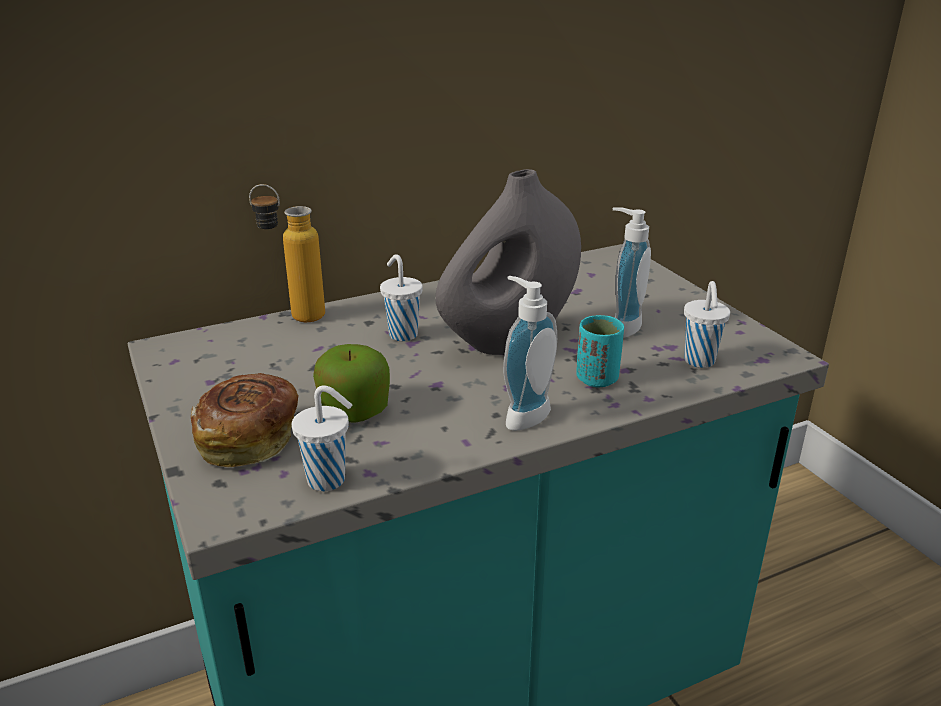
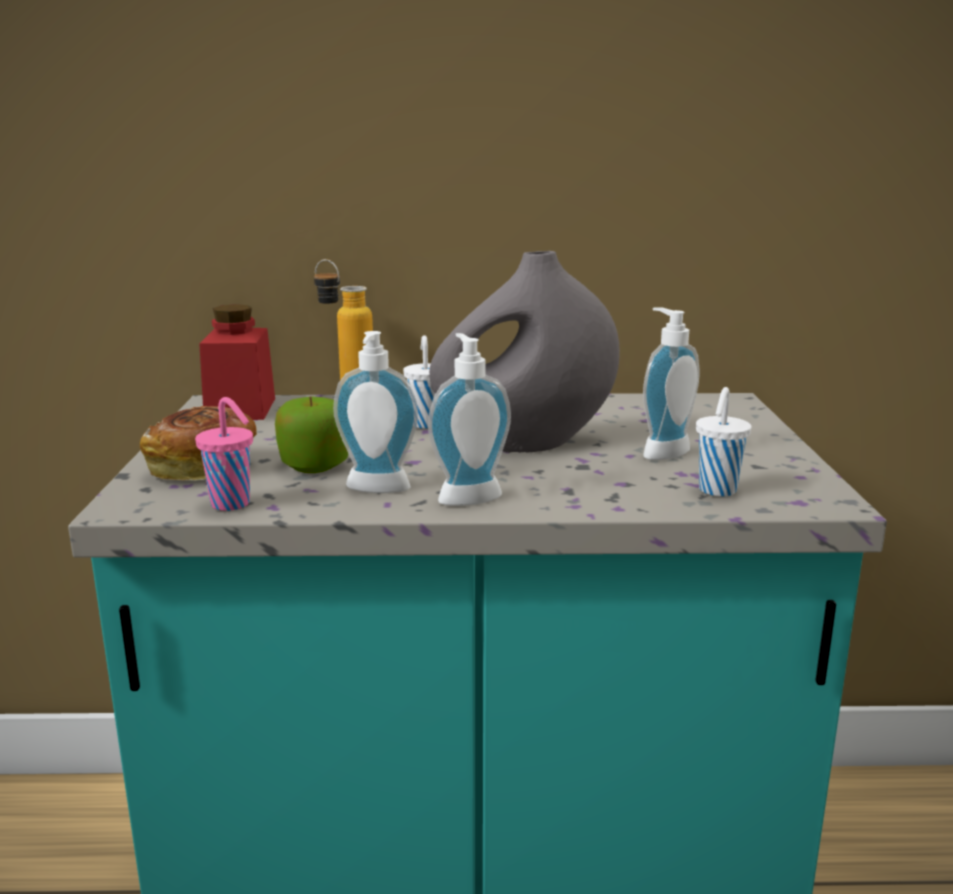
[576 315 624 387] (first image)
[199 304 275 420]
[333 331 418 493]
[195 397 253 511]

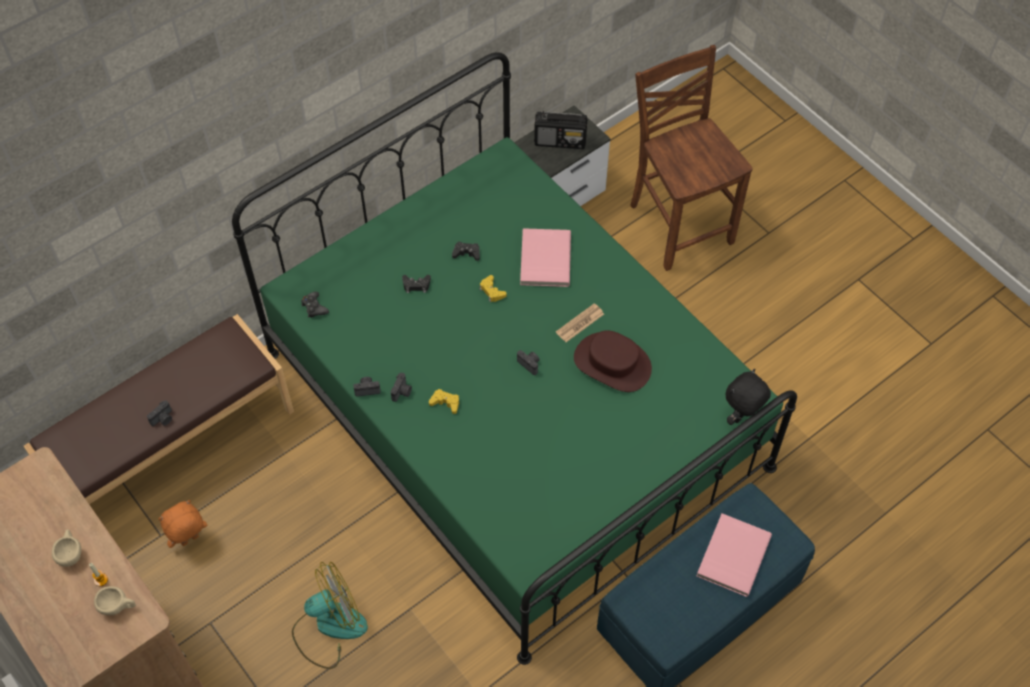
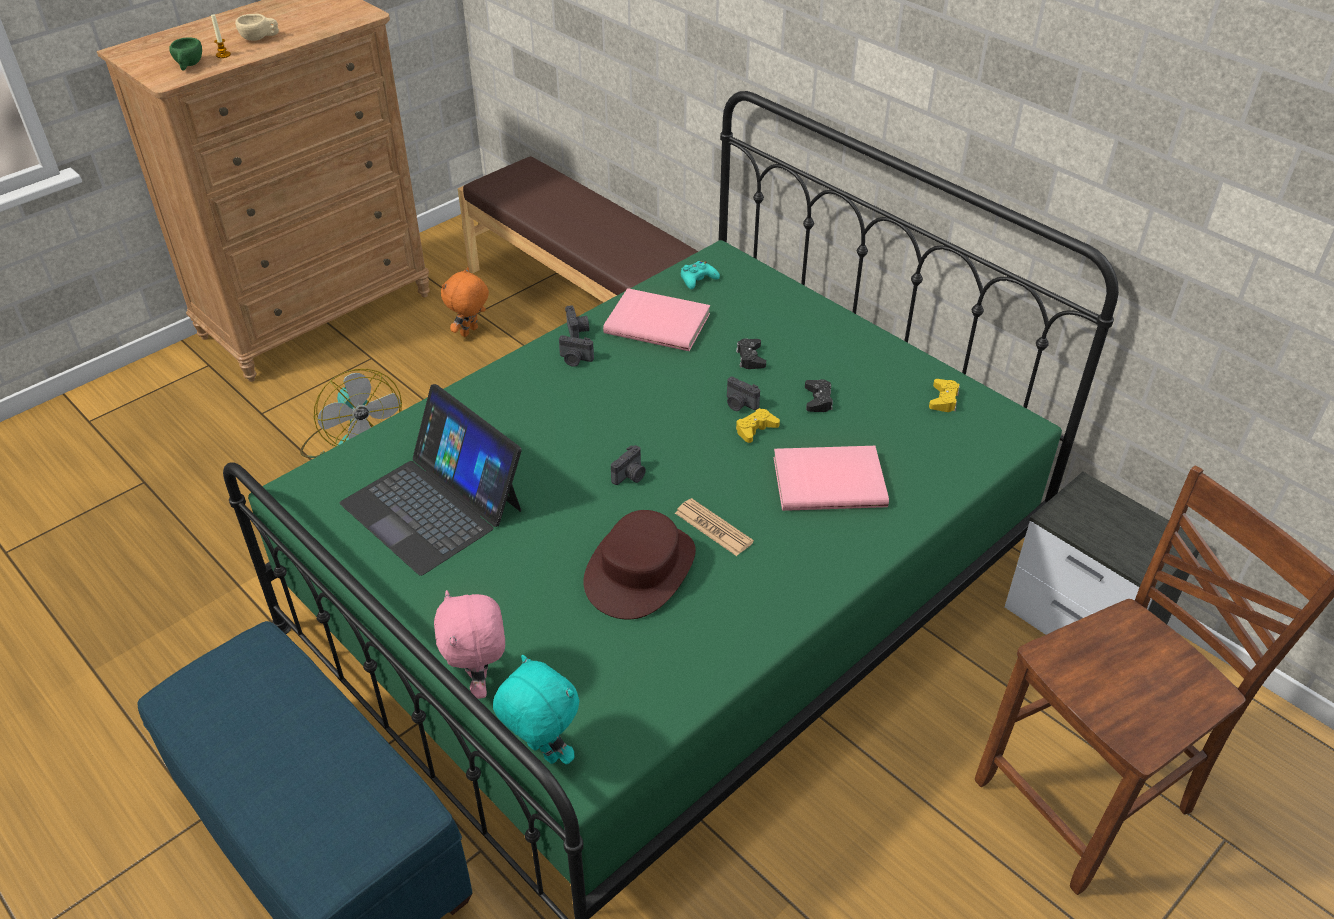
[534 111 587 149] (first image)
[340 384 522 576]
[434 590 505 699]
[727 377 760 411]
[929 379 960 412]
[603 288 710 351]
[169 37 202 71]
[681 261 720 289]
[493 655 579 764]
[441 267 489 337]

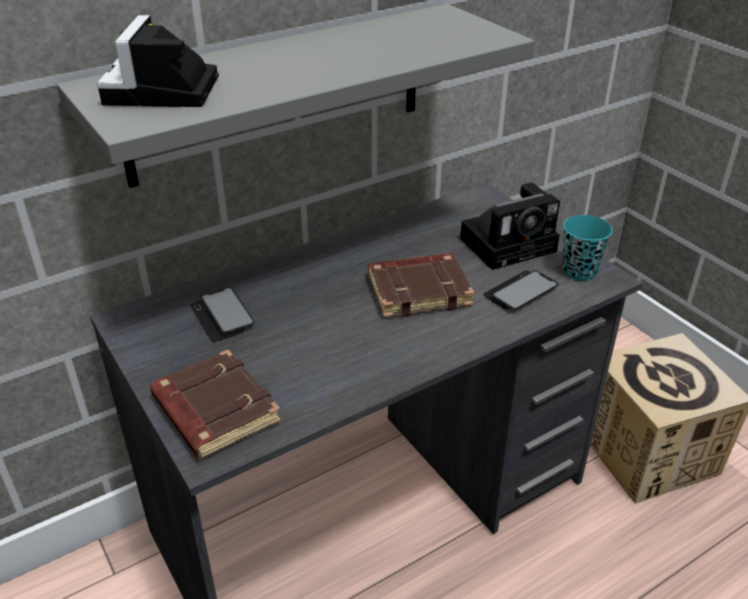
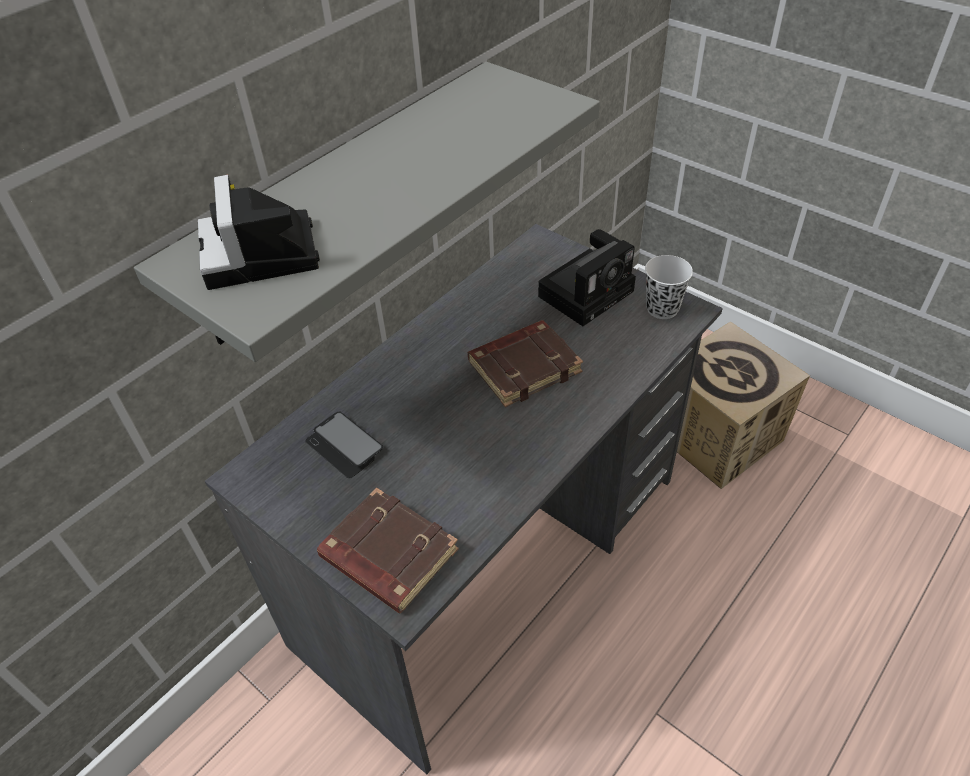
[483 270 559 309] (first image)
[645 255 693 319]

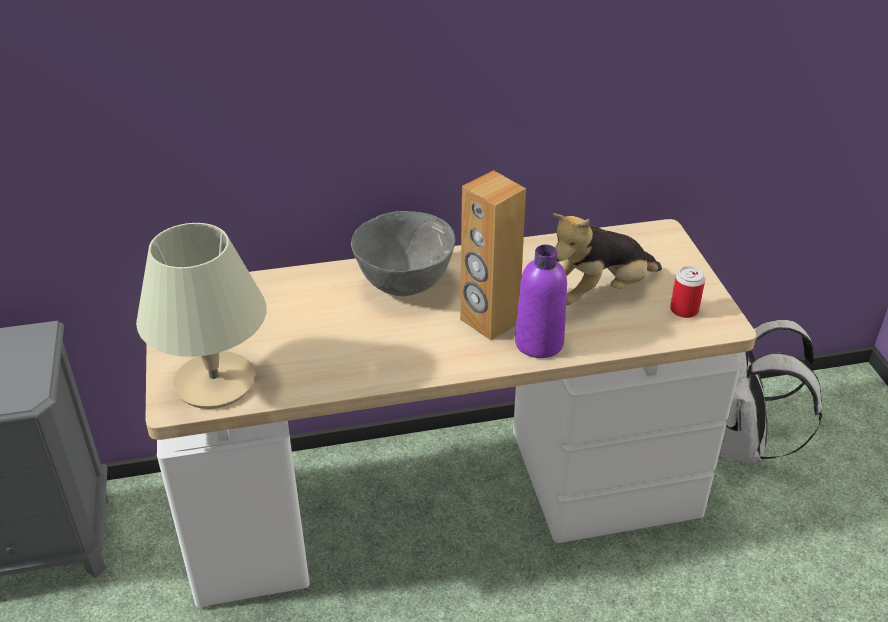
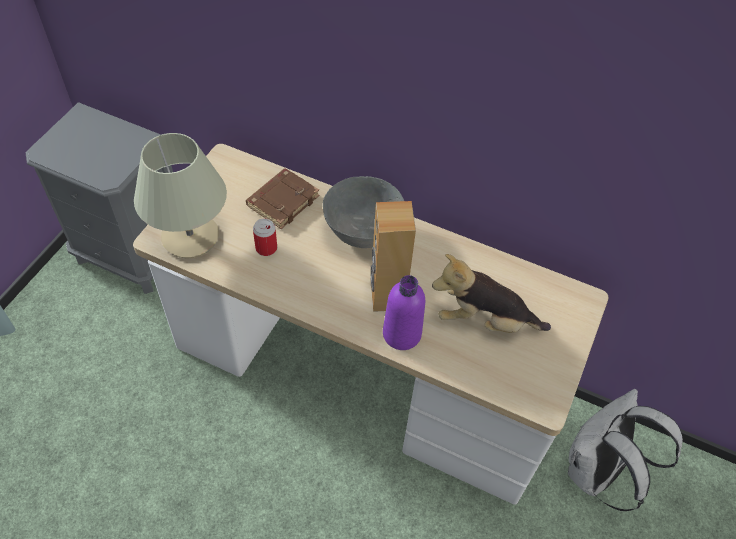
[246 168 319 229]
[253 218 277 256]

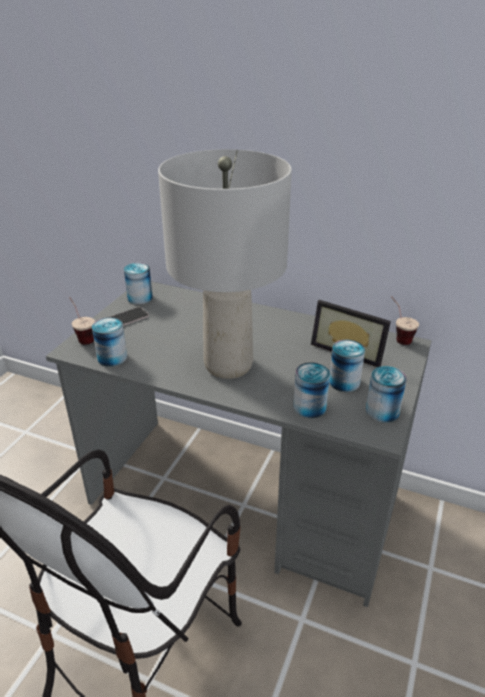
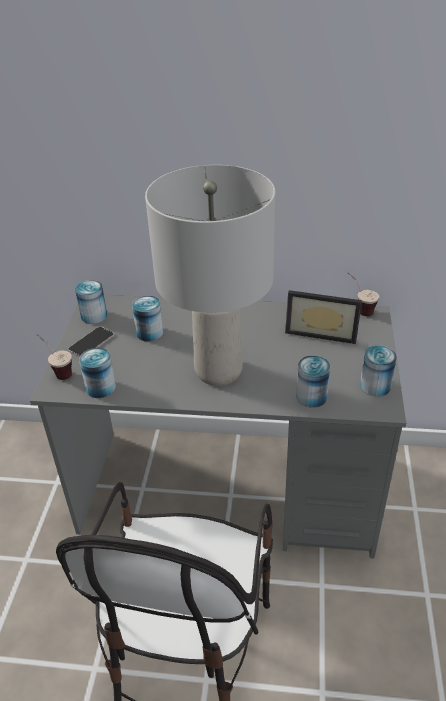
[132 296 163 342]

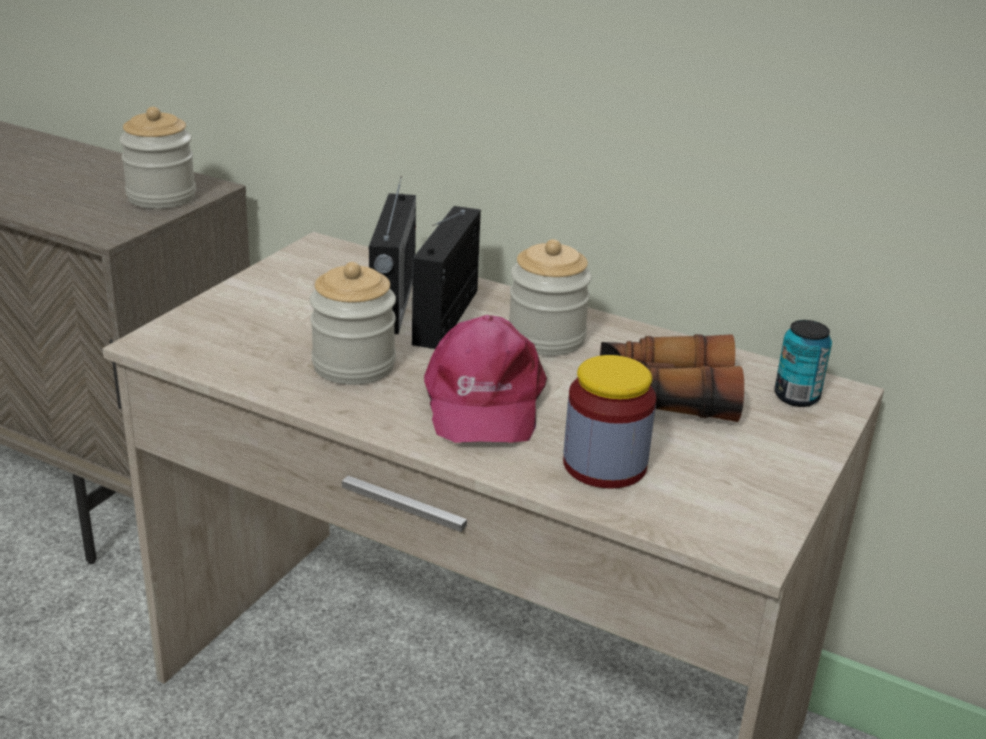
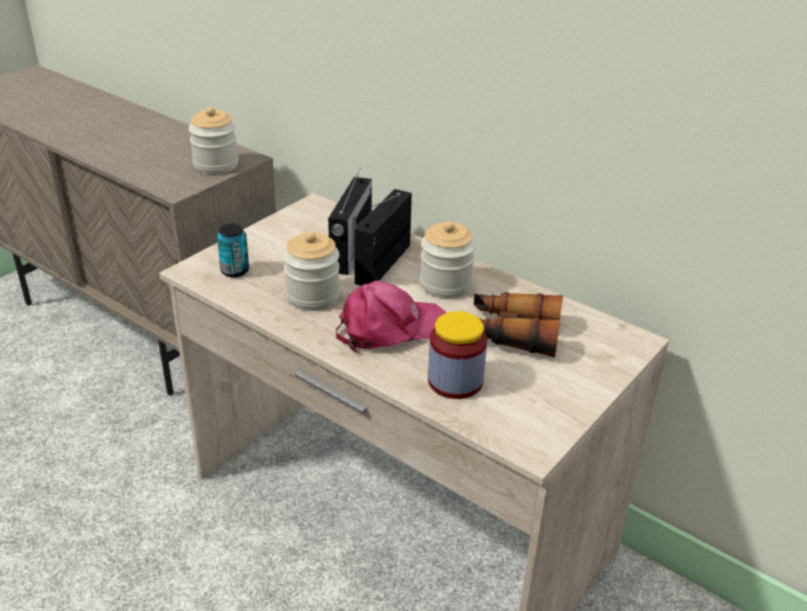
[217 224 249 278]
[336 280 447 353]

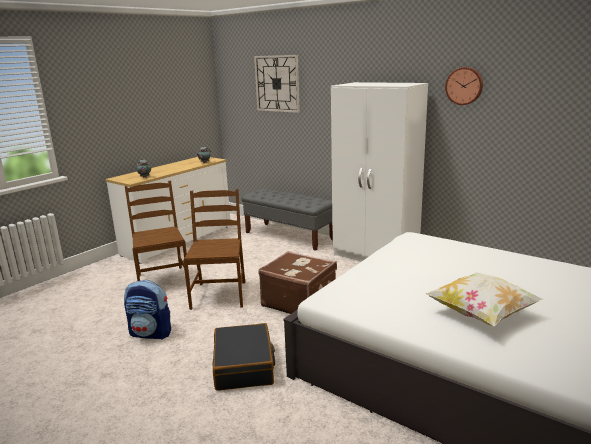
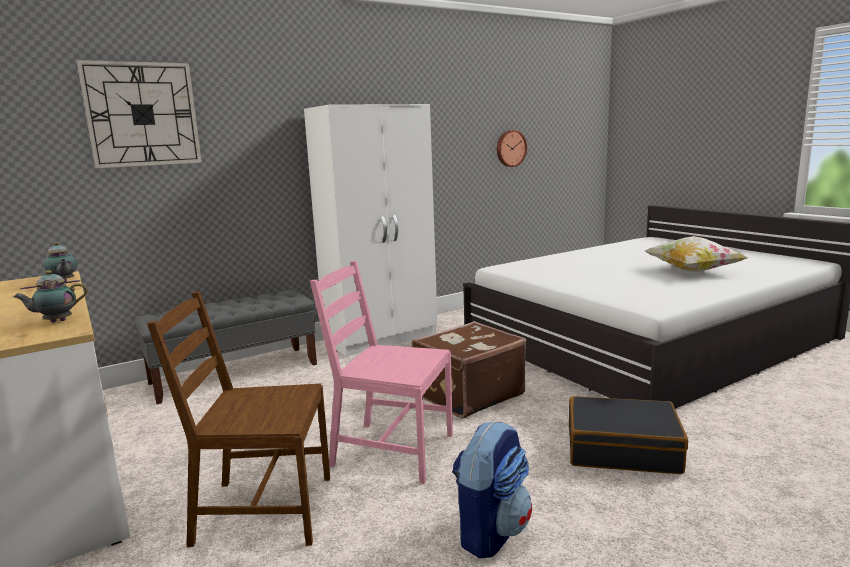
[497 130 527 167]
[310 261 453 484]

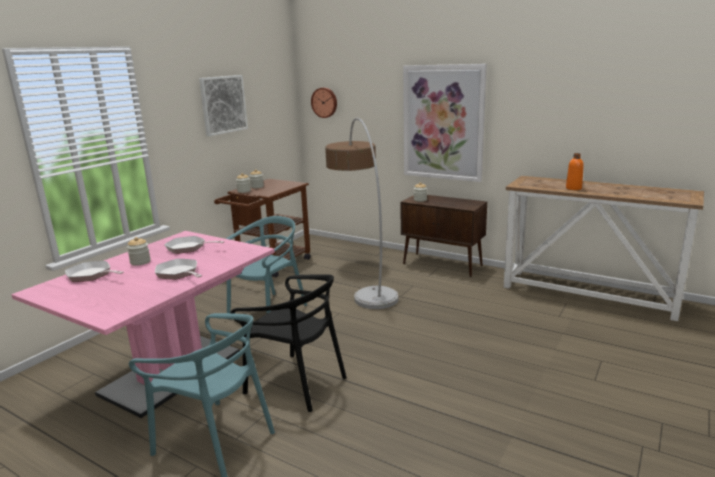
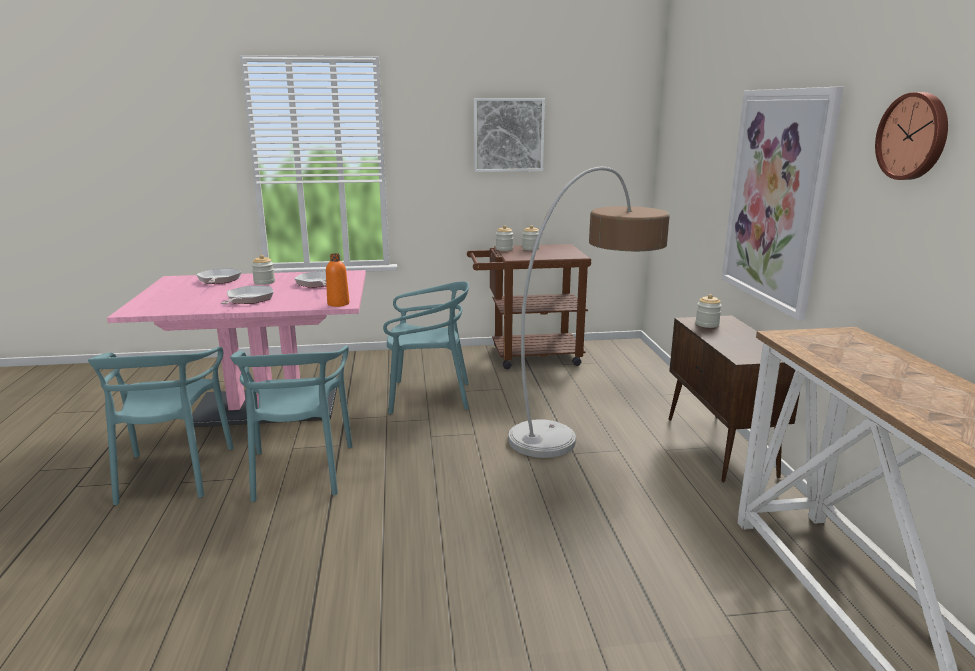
[875 92 948 180]
[326 253 350 307]
[230 345 353 502]

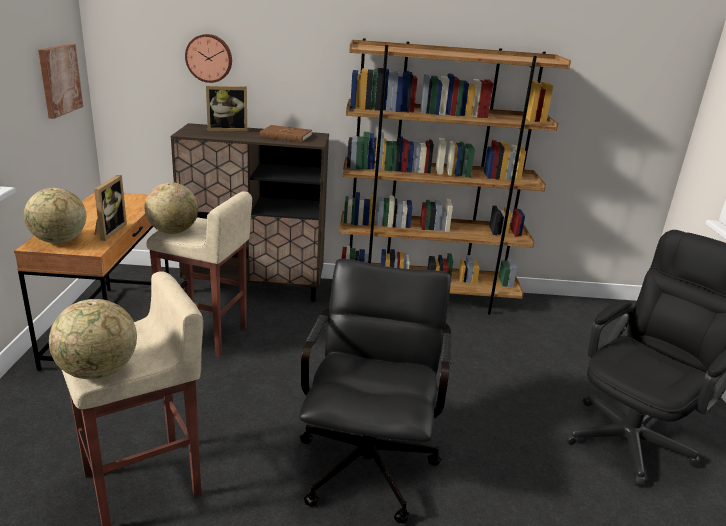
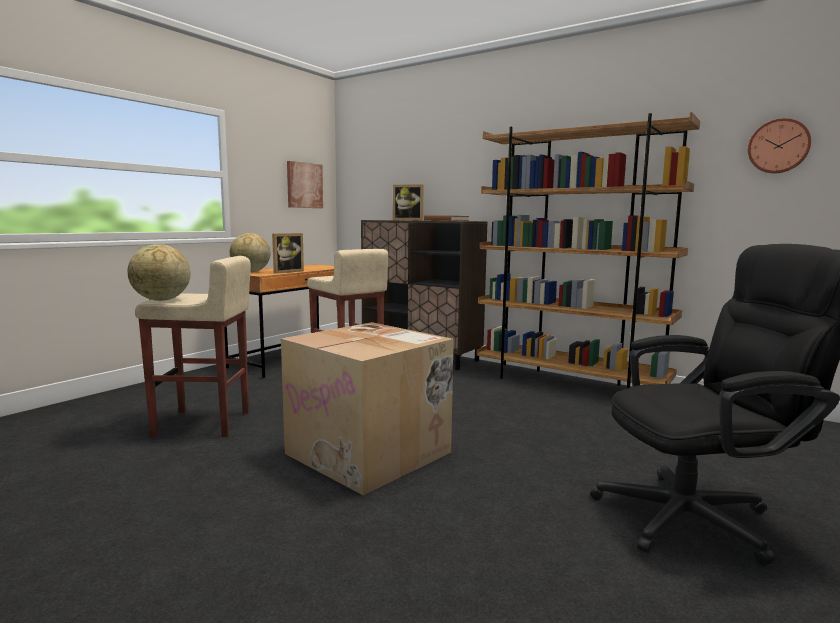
[144 182 198 234] (first image)
[748 118 811 173]
[281 322 454 495]

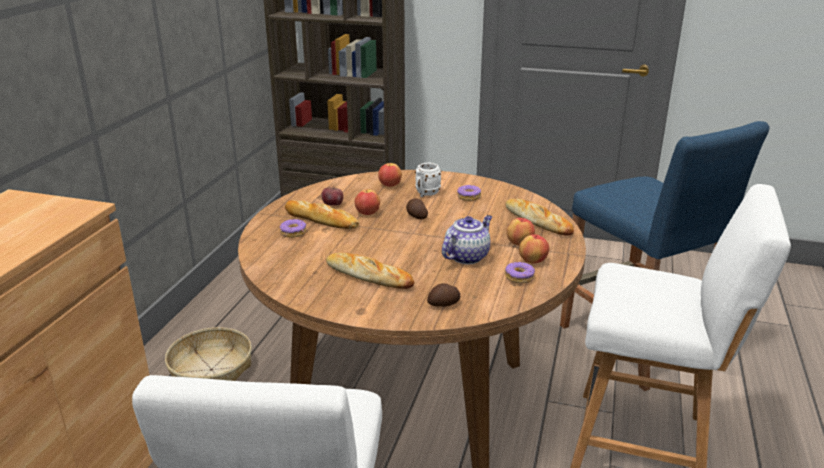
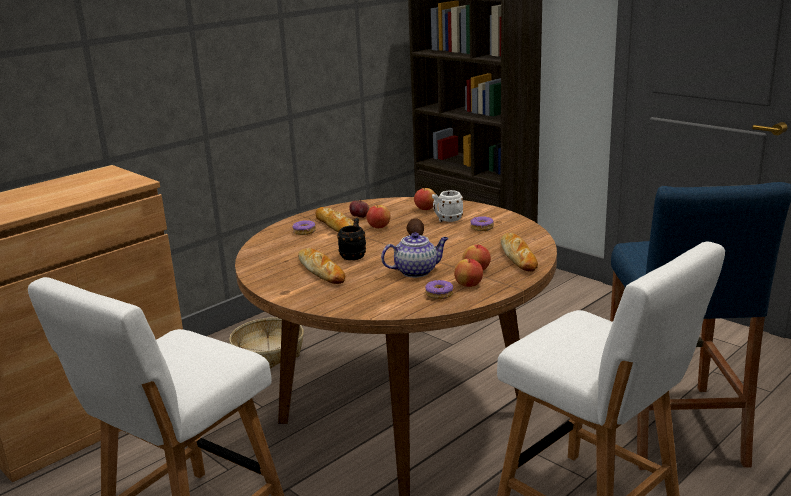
[427 283 460 307] (first image)
[337 218 366 260]

